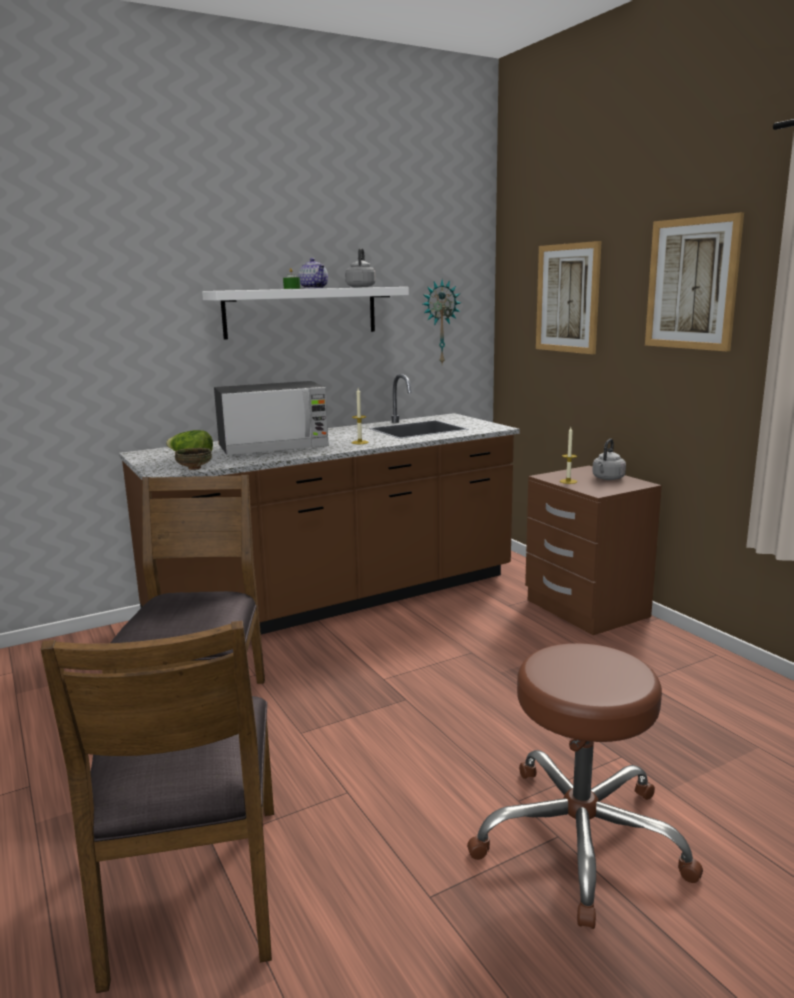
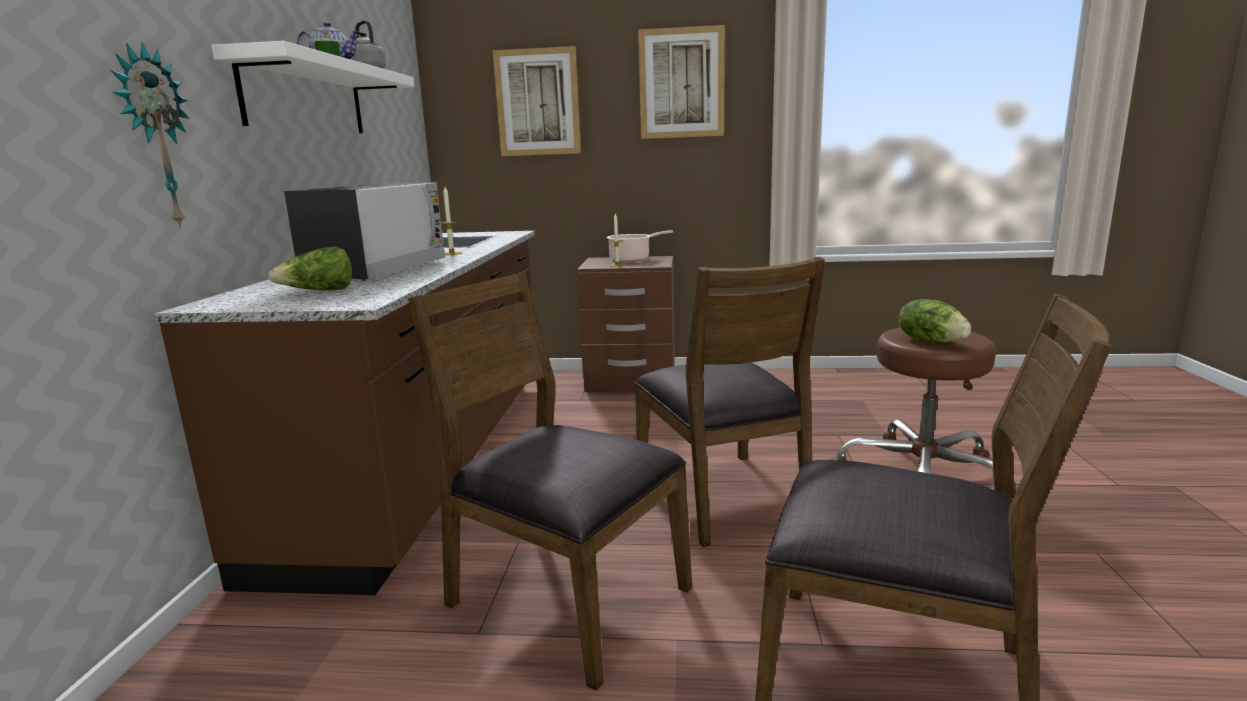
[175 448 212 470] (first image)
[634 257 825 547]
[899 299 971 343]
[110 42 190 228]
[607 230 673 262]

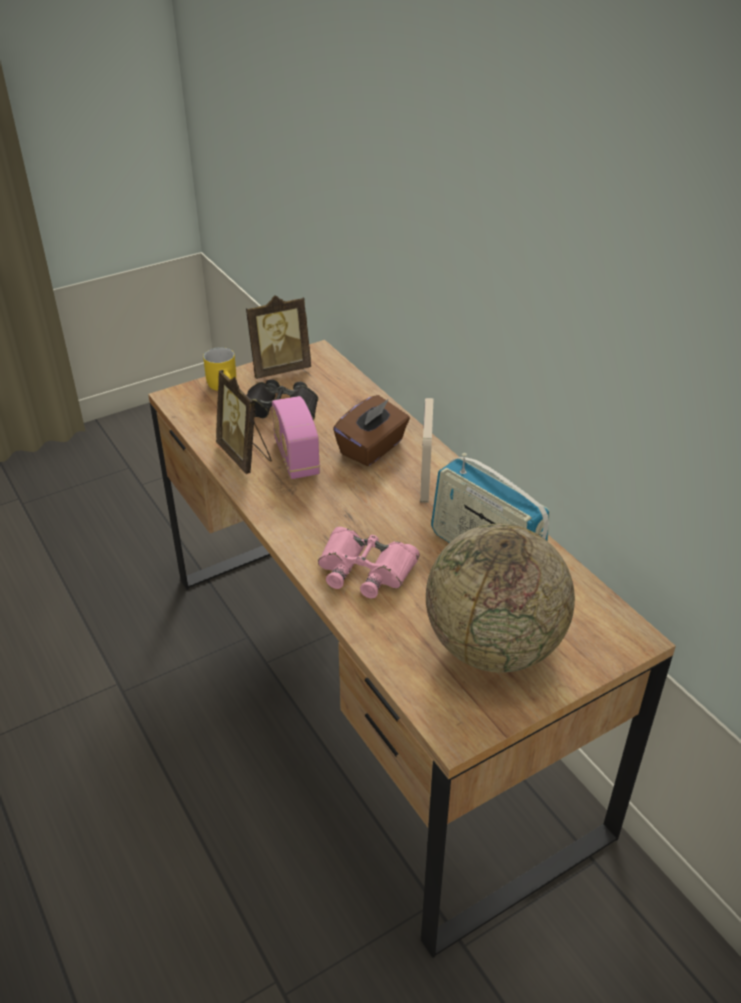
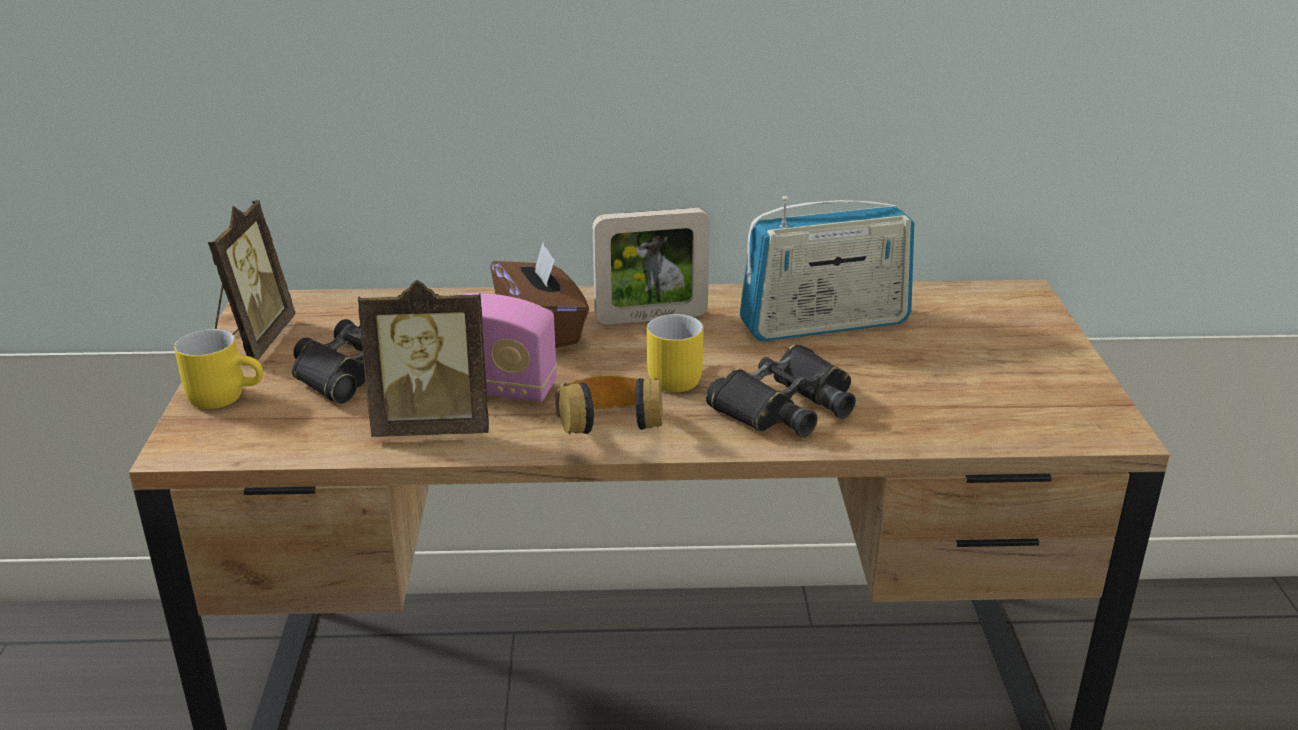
[426 523 575 673] (first image)
[554 375 663 434]
[647 314 703 392]
[705 344 856 437]
[593 208 710 325]

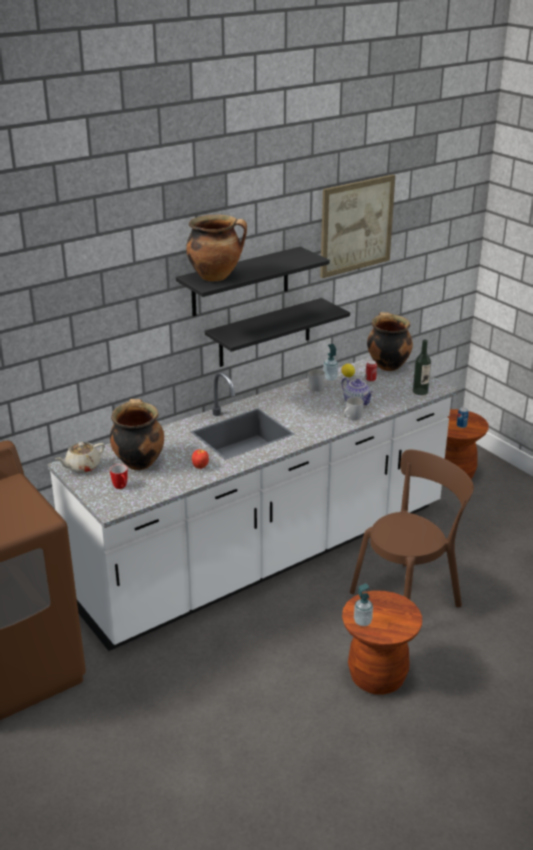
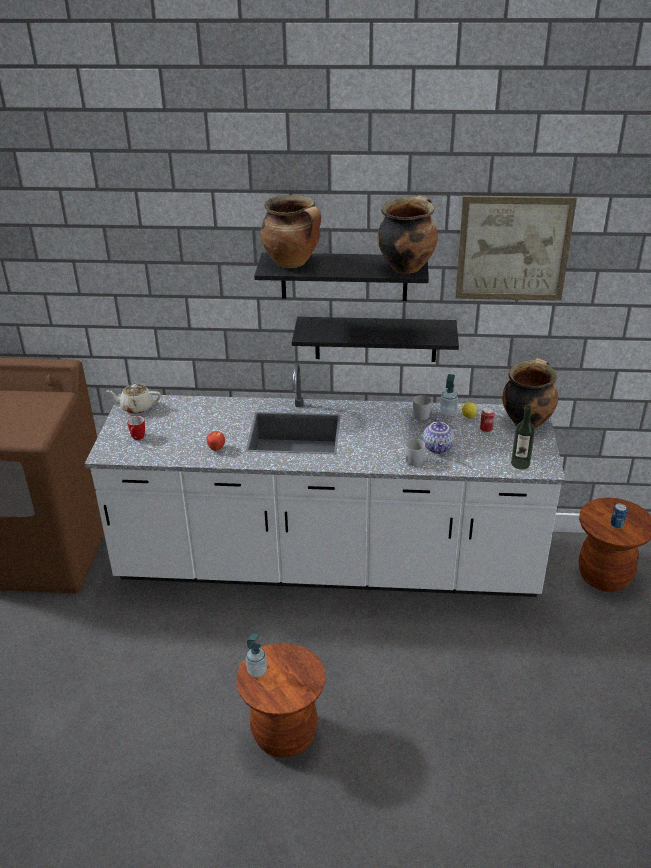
[350 450 474 607] (first image)
[377 195 438 274]

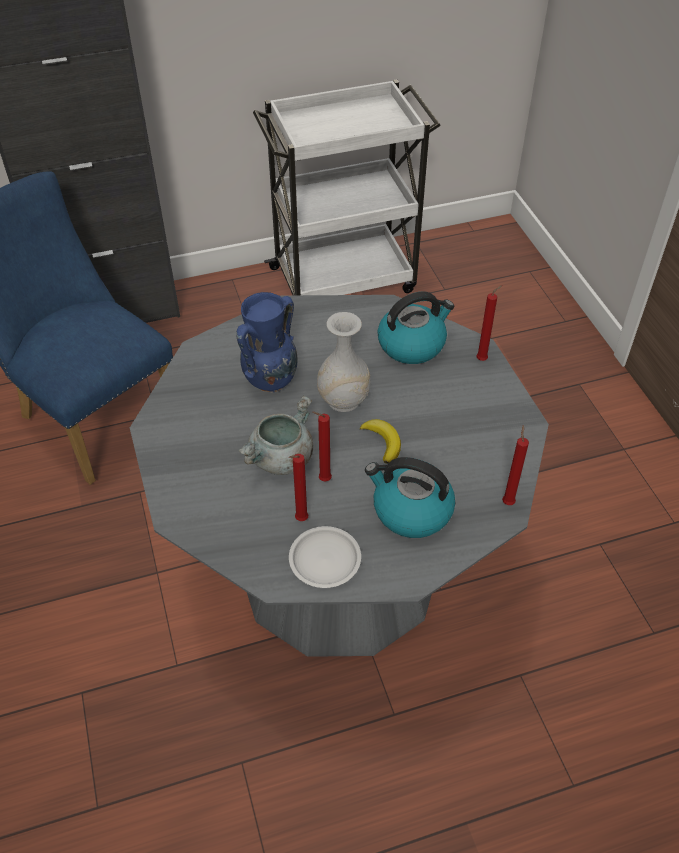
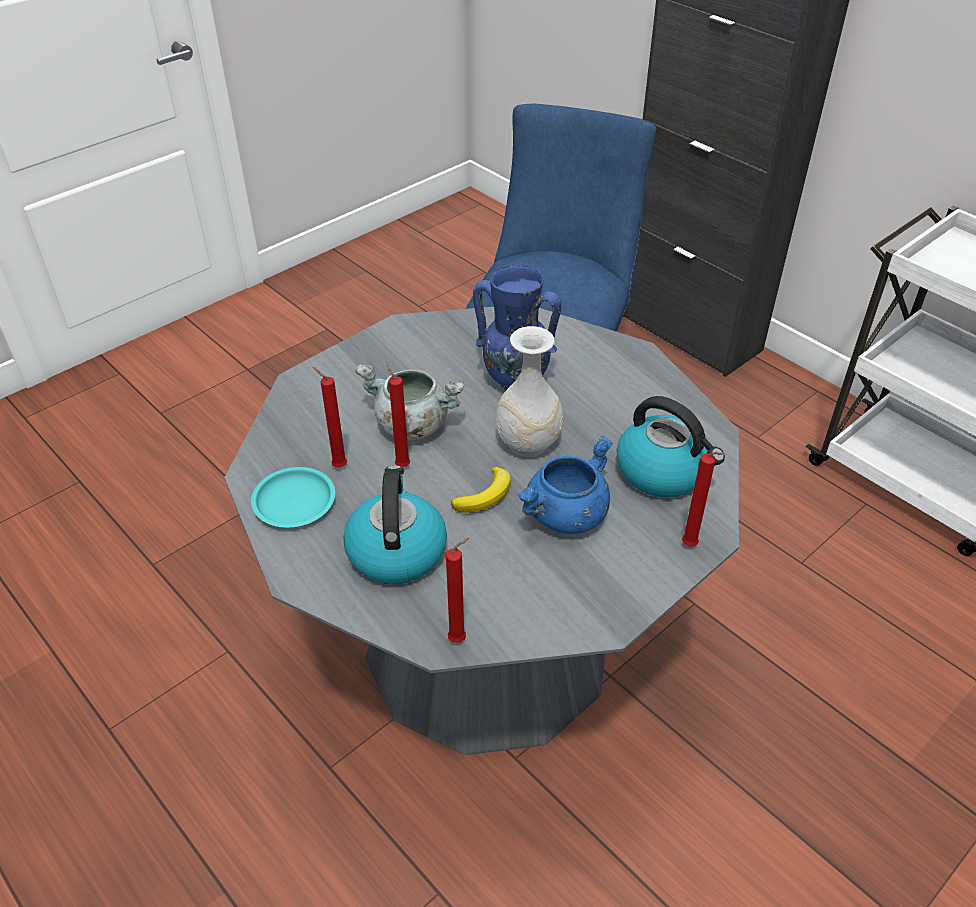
[517 436 613 534]
[251 467 335 527]

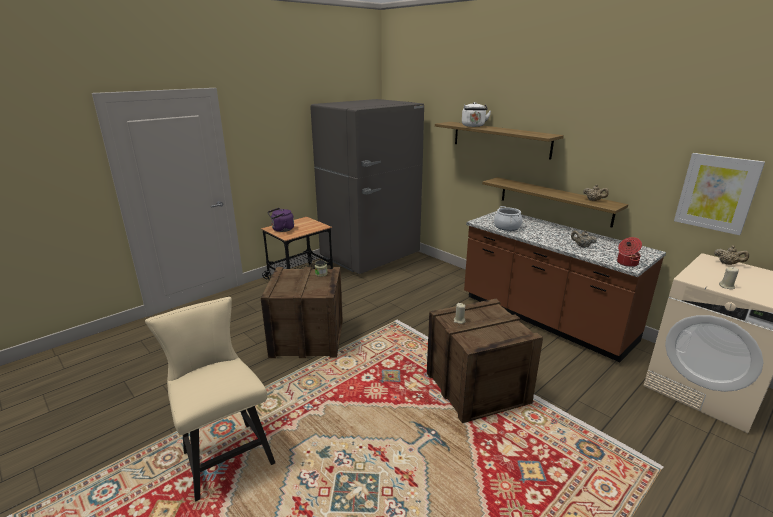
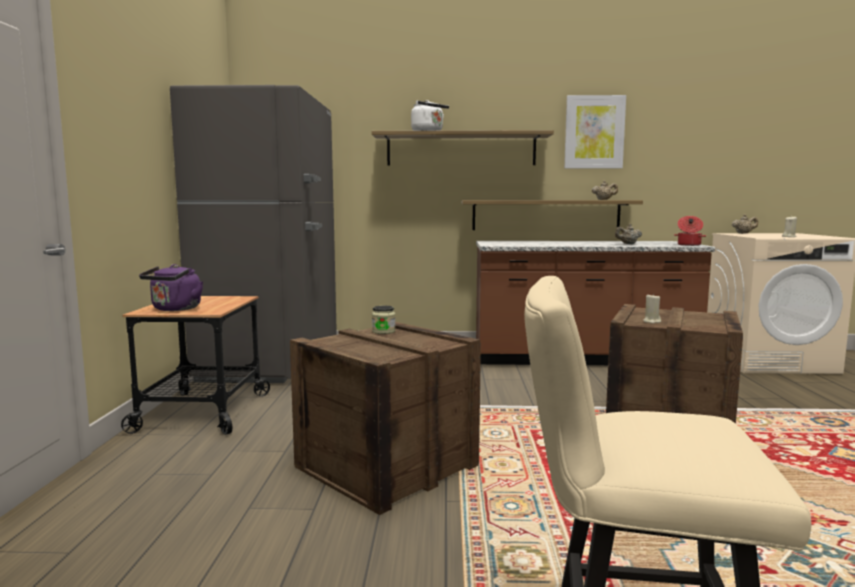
[494 206 522 231] (first image)
[564 95 626 169]

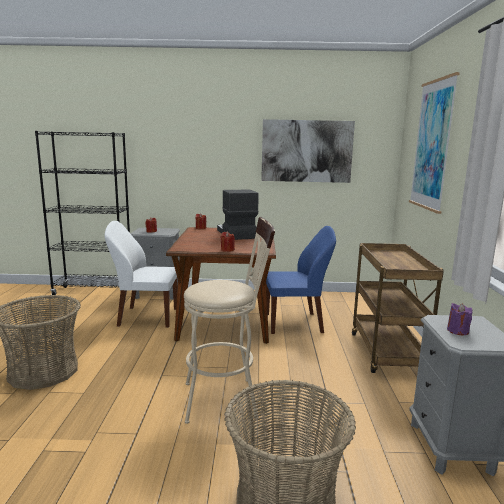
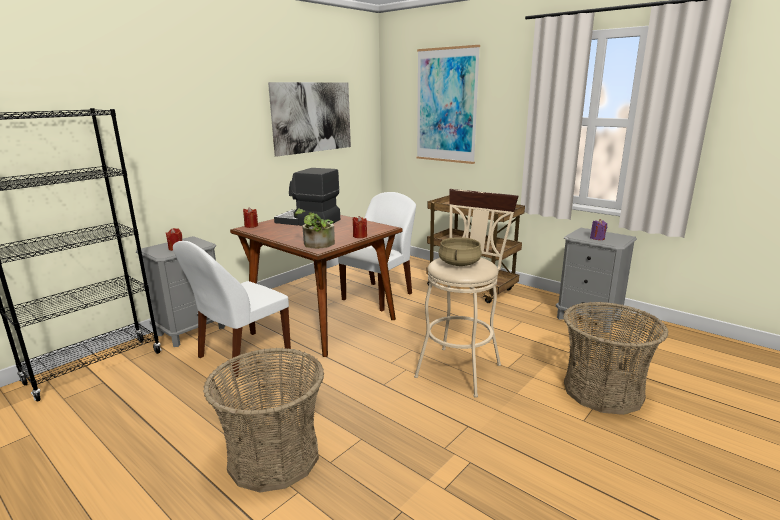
[294 208 335 249]
[438 237 482 266]
[338 192 416 312]

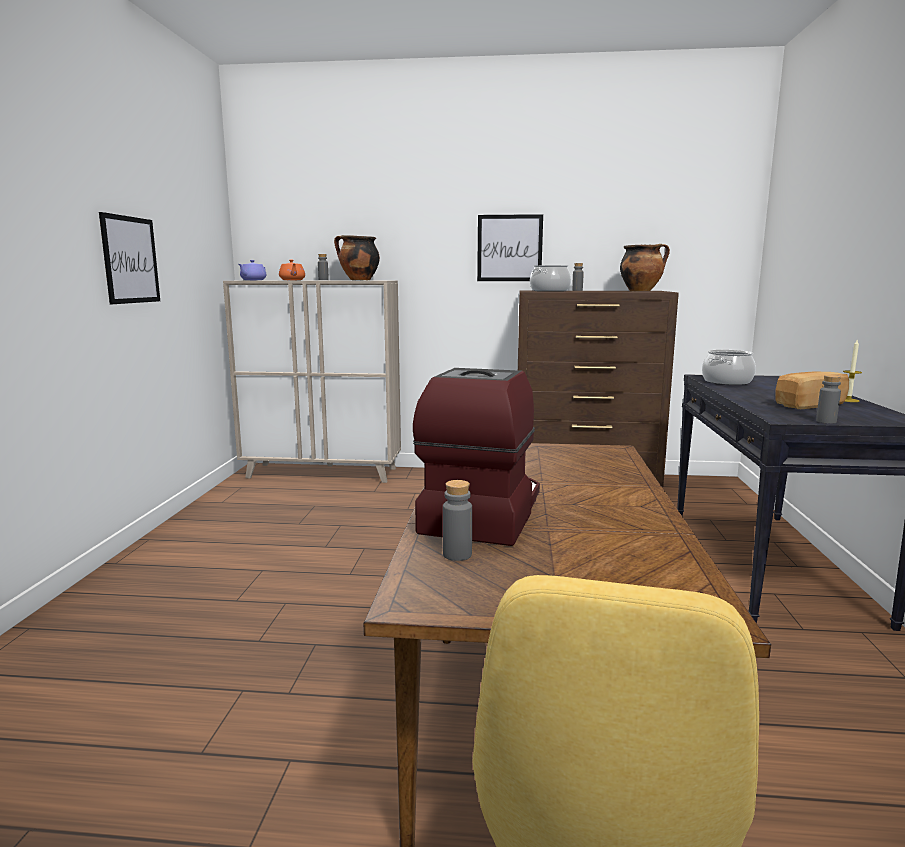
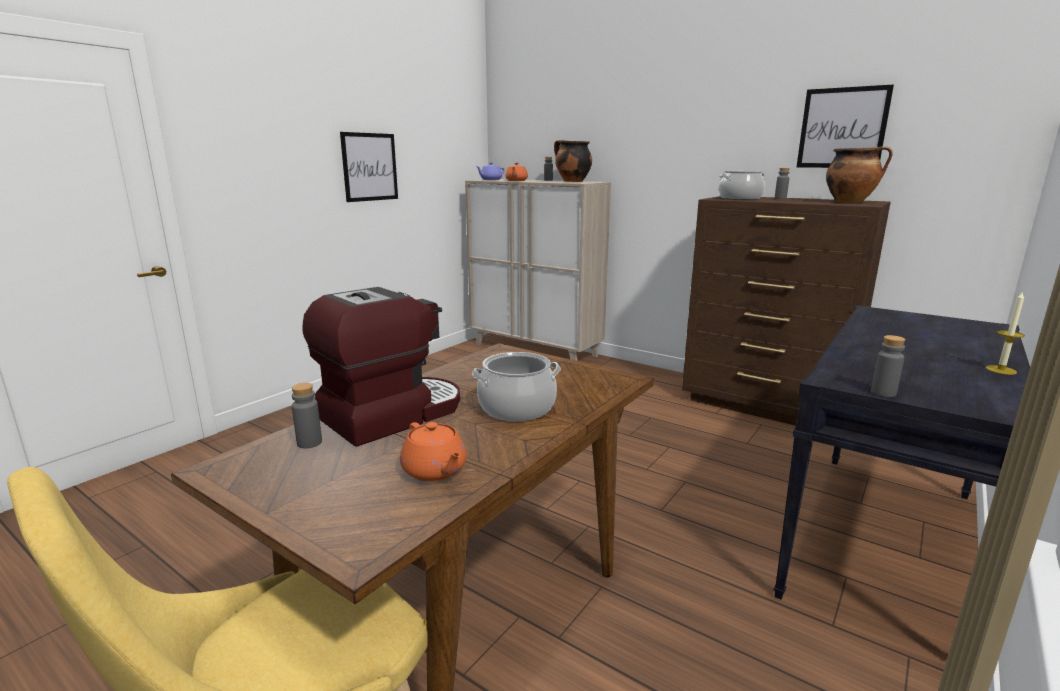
[775 371 849 409] (first image)
[400 422 466 482]
[797 84 894 168]
[472 352 561 421]

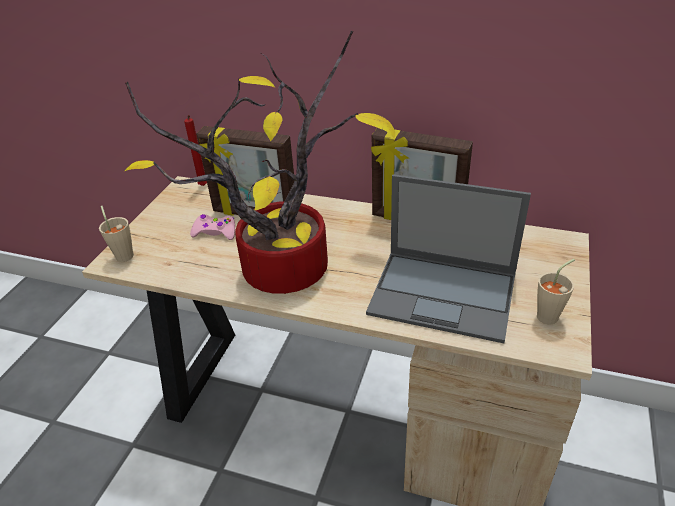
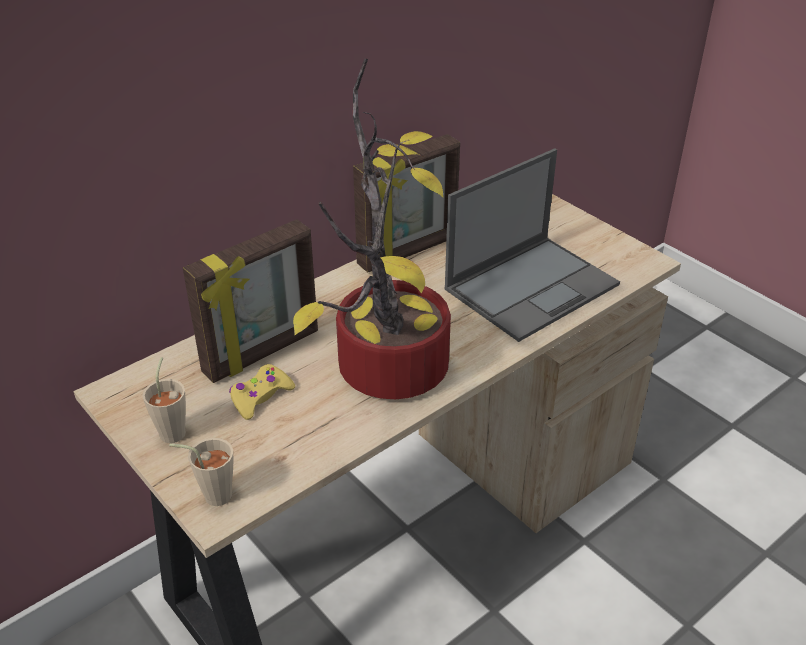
[184 115 207 186] (first image)
[142 357 186 443]
[229 364 295 420]

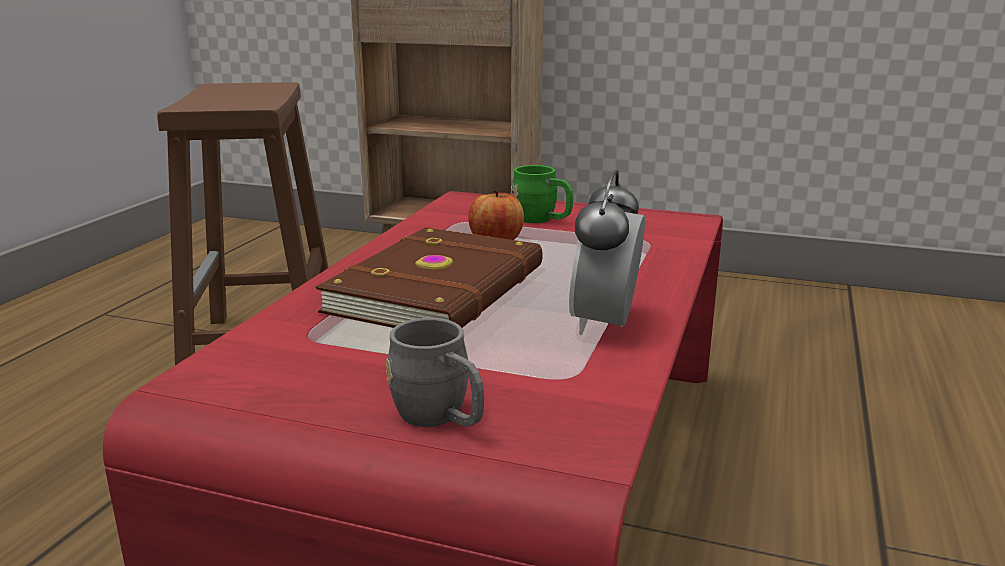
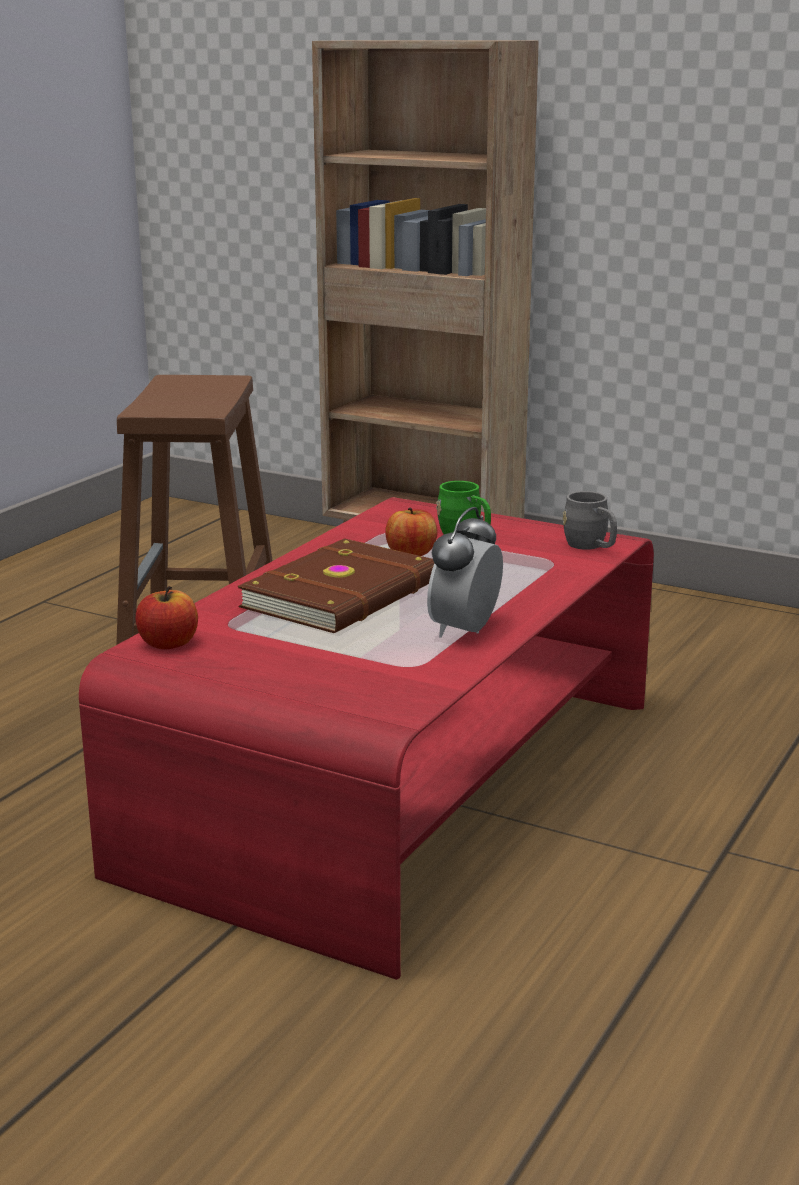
[136 586 198 649]
[563 491 617 550]

